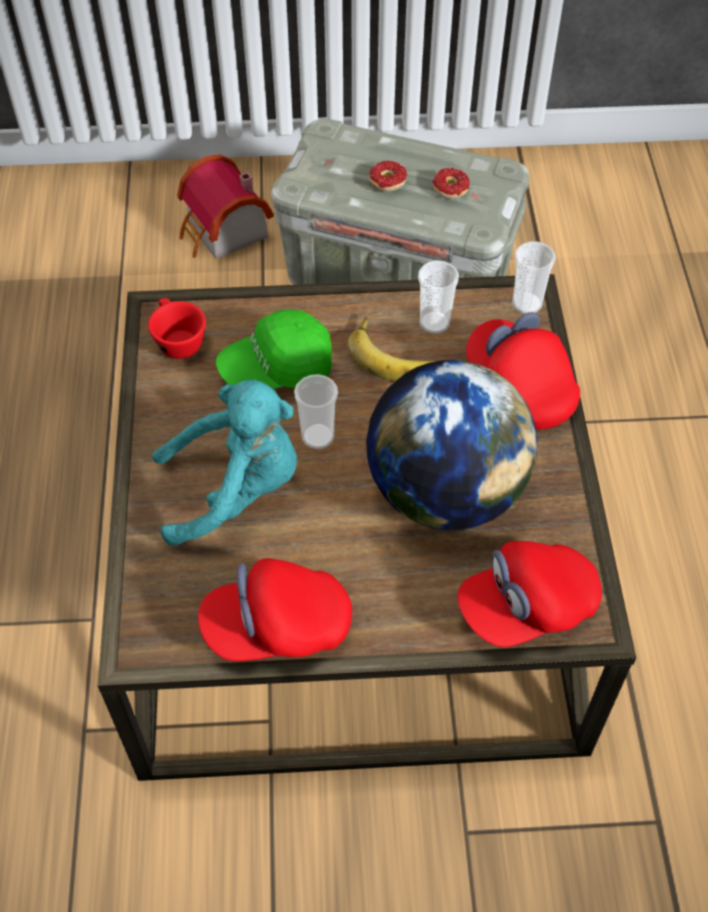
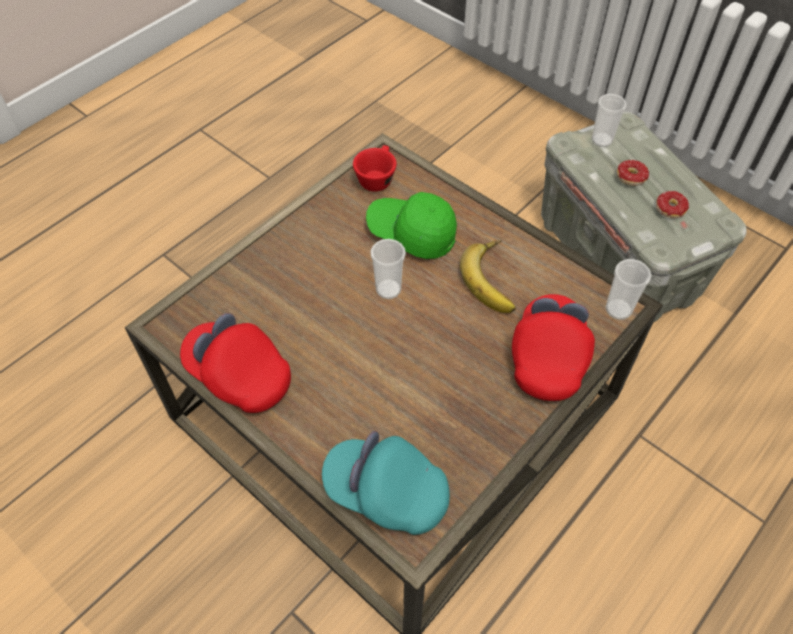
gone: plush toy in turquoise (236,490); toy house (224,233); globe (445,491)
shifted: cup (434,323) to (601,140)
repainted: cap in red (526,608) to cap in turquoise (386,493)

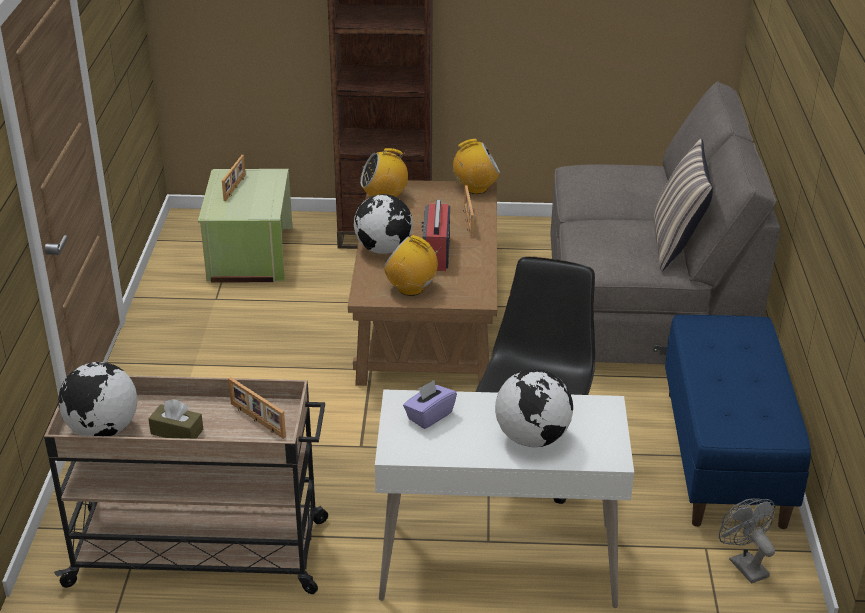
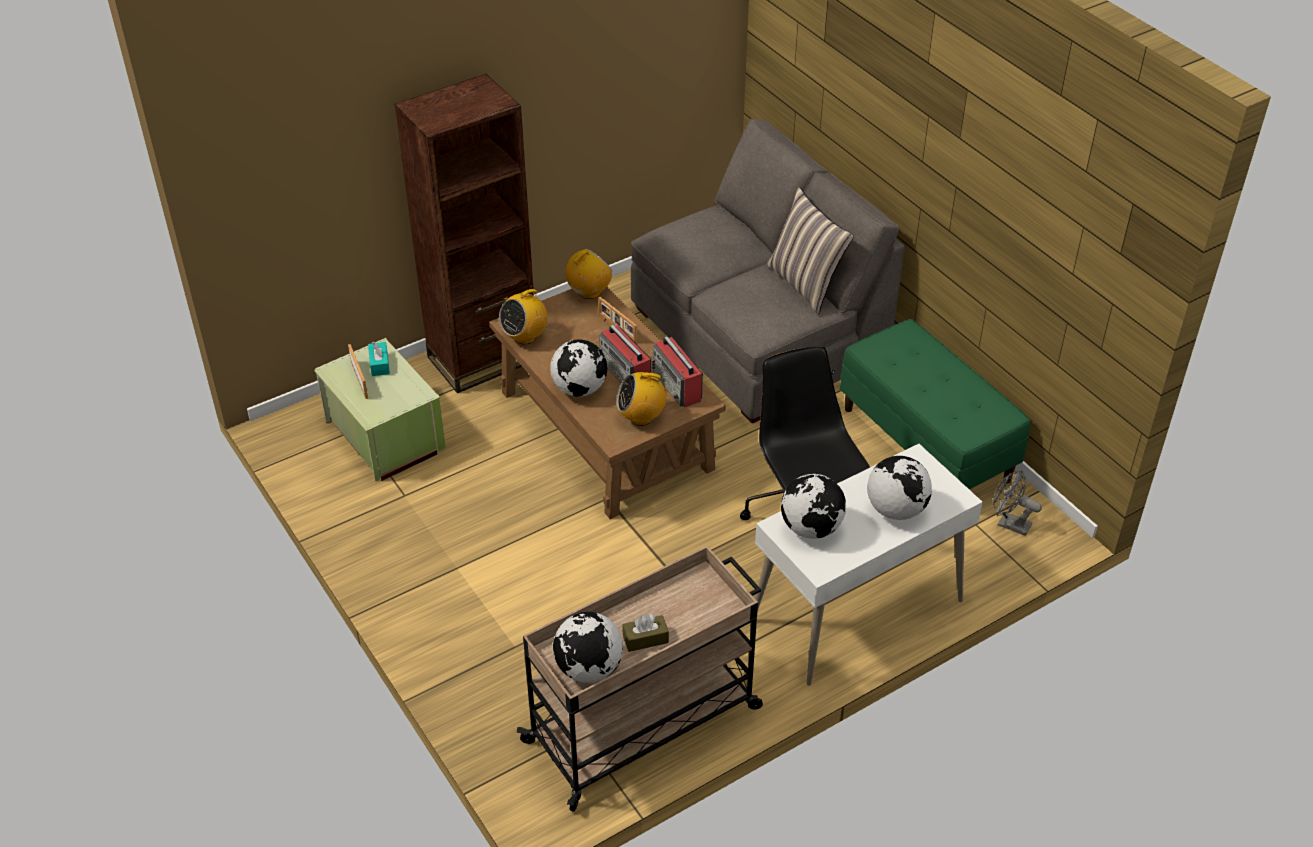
gone: picture frame (256,420)
new: tissue box in turquoise (379,364); radio (677,386)
swapped: tissue box in purple (429,416) to globe (811,528)
repainted: bench in blue (725,457) to bench in green (927,444)

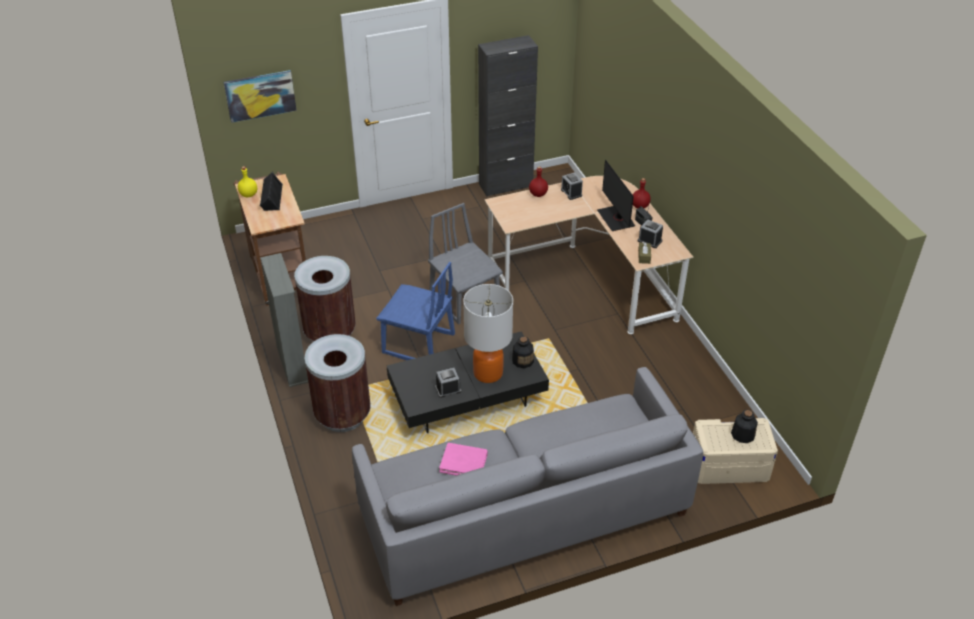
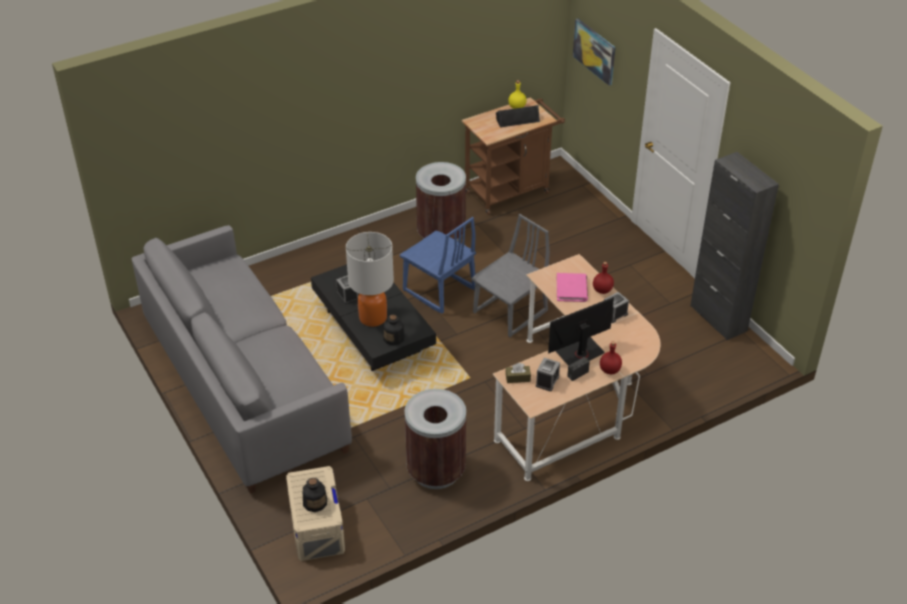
gone: bookcase in grey (292,364)
shifted: trash can in brown (343,415) to (435,471); book in pink (463,462) to (572,289)
rotated: chair in blue (418,344) = (439,290) 60 degrees counterclockwise

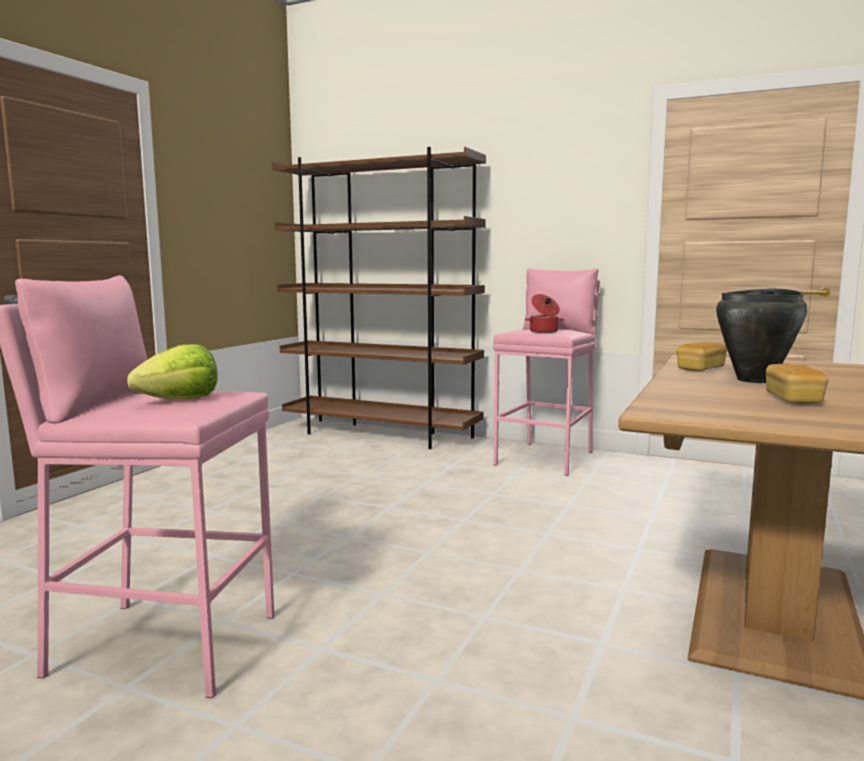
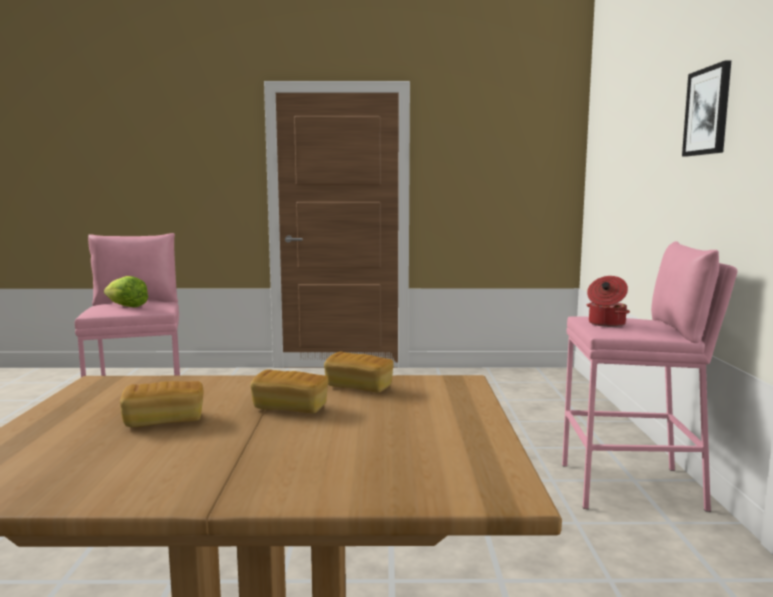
gone: bookcase in brown (381,434)
new: picture (708,111)
swapped: cooking pot in black (756,380) to bread (290,408)

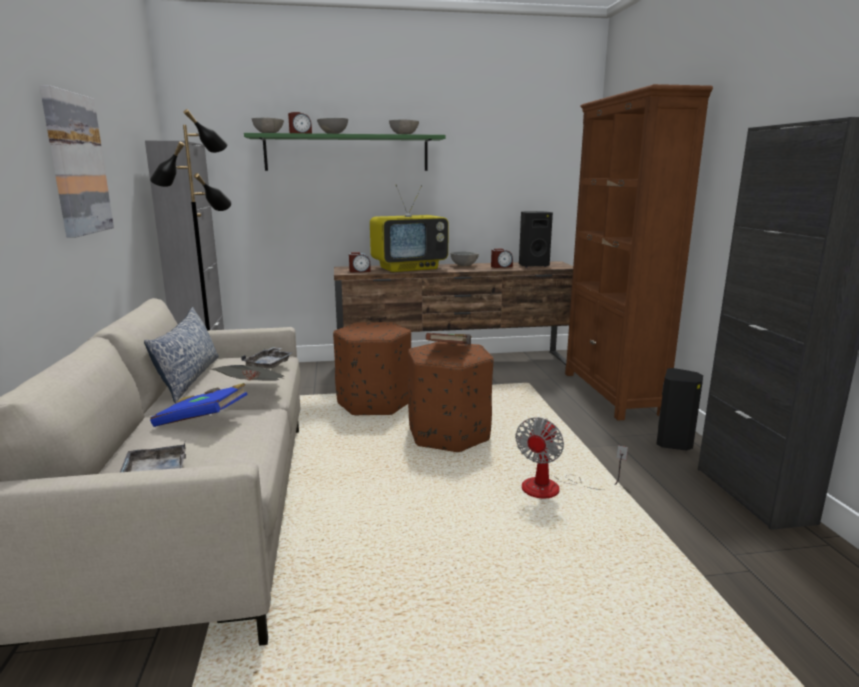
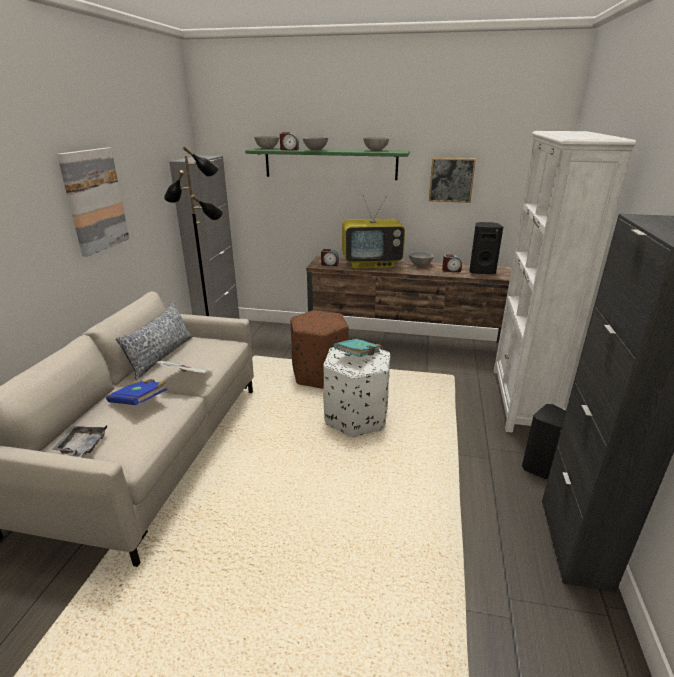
gone: tray in grey (269,364); fan (554,488)
new: picture (451,180)
repainted: ottoman in brown (449,434) to ottoman in white (356,417); book in brown (450,350) to book in turquoise (358,356); bookcase in brown (611,393) to bookcase in white (521,401)

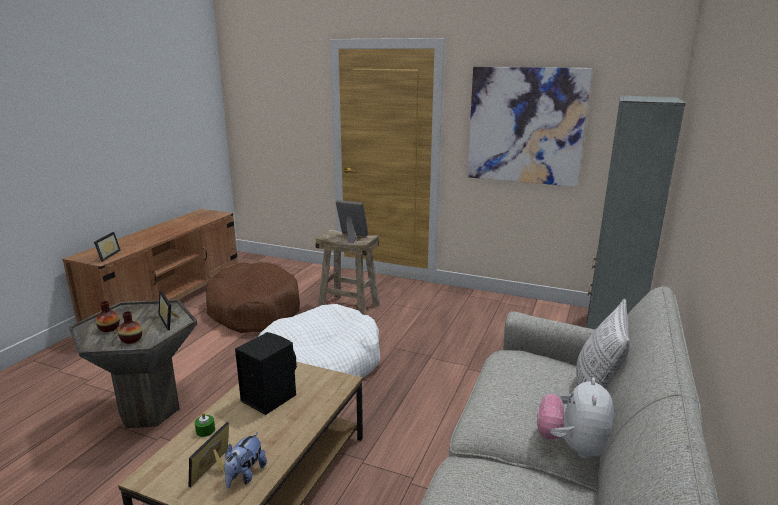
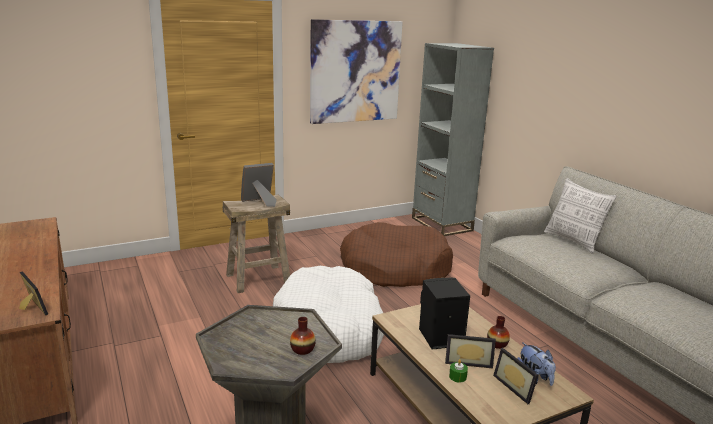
gone: plush toy (573,447)
shifted: vase (109,328) to (497,344); picture frame (171,320) to (468,361); dog bed in brown (254,310) to (394,268)

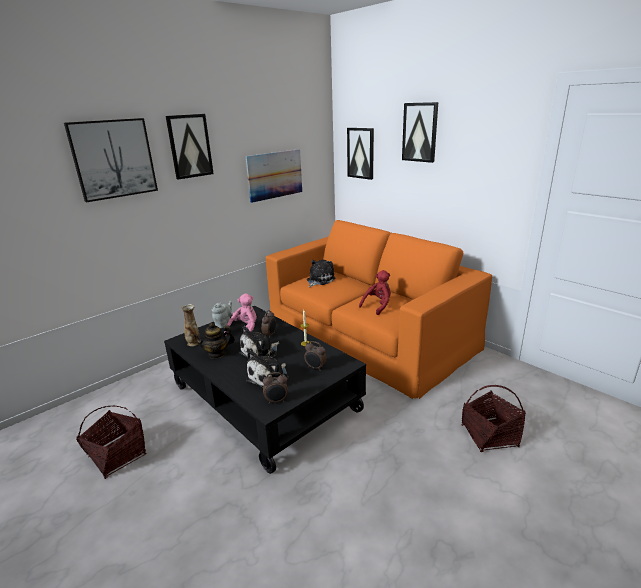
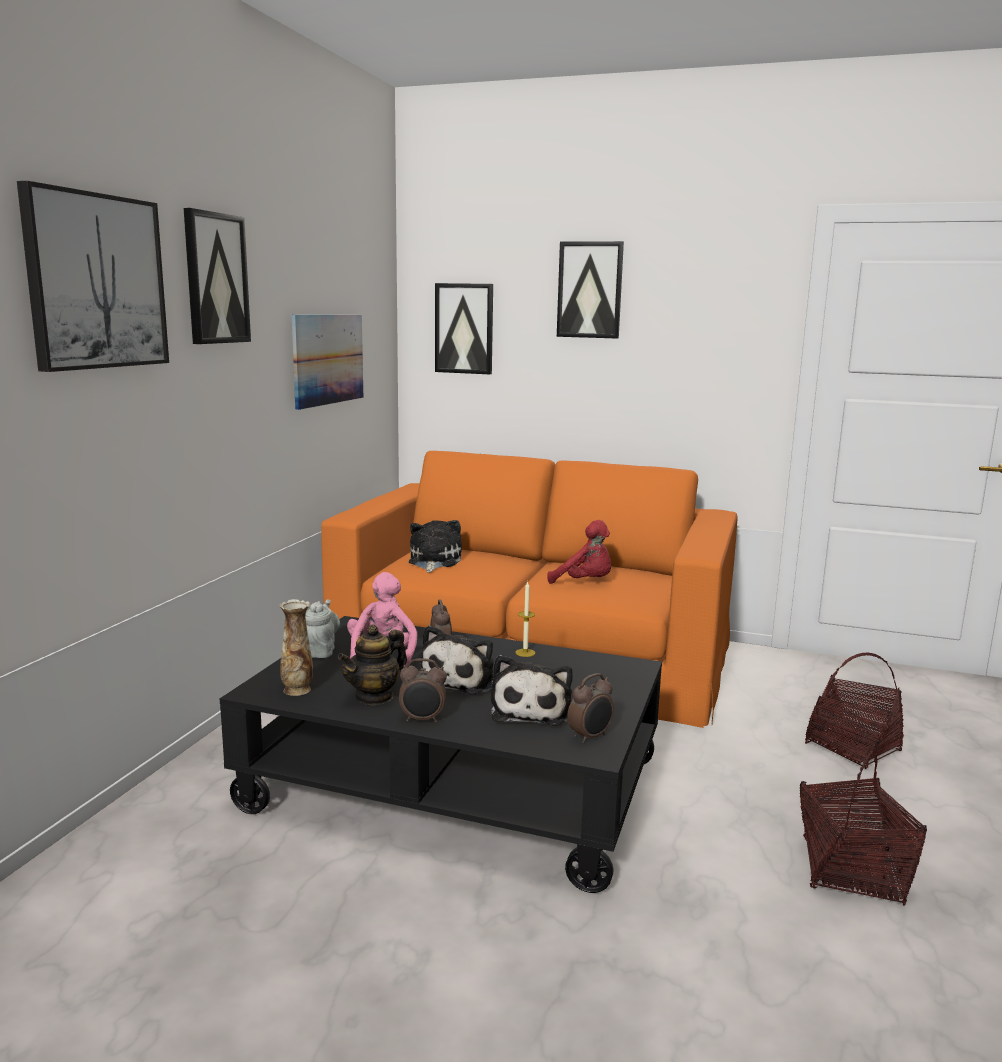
shifted: basket (117,456) to (851,871); alarm clock (315,368) to (422,719)
rotated: plush toy in red (378,306) = (585,583) 105 degrees clockwise

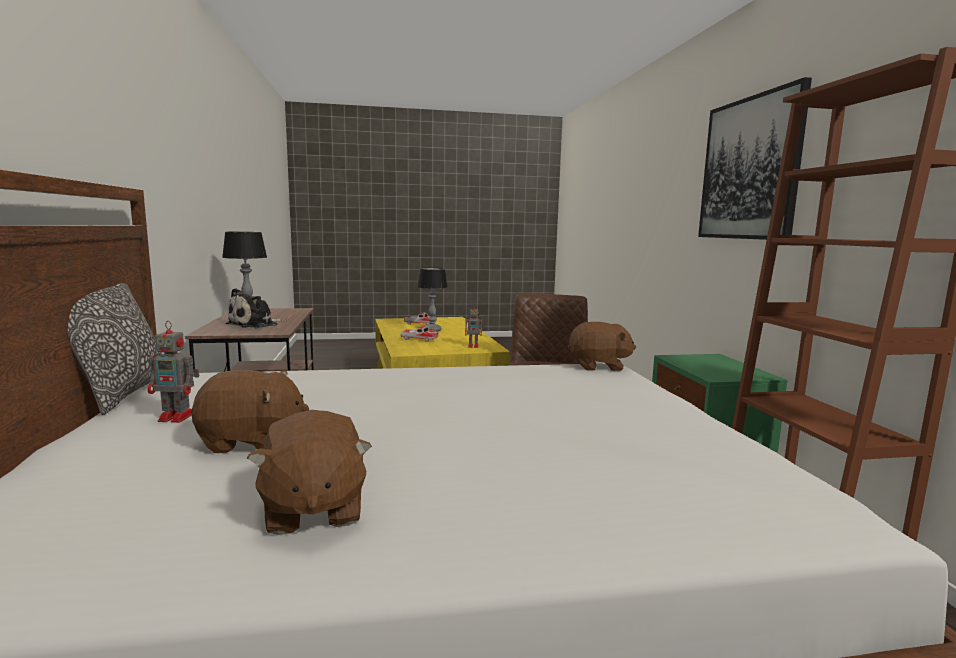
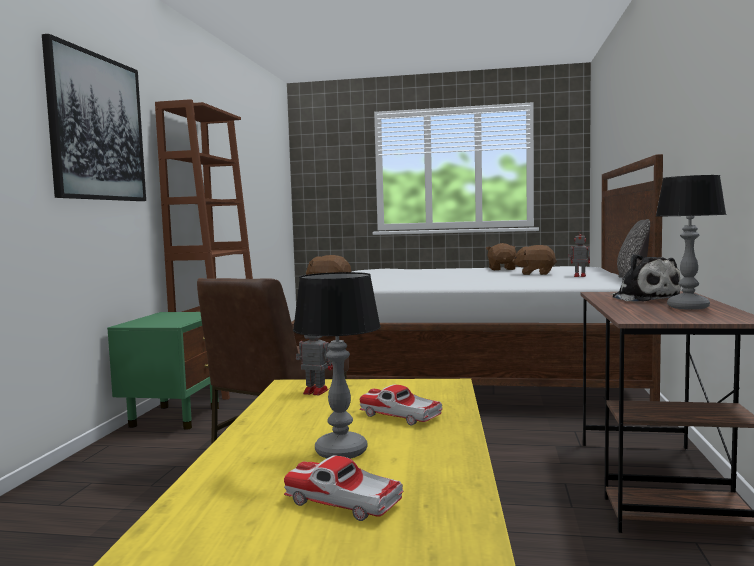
rotated: plush toy (255,325) = (644,298) 105 degrees clockwise

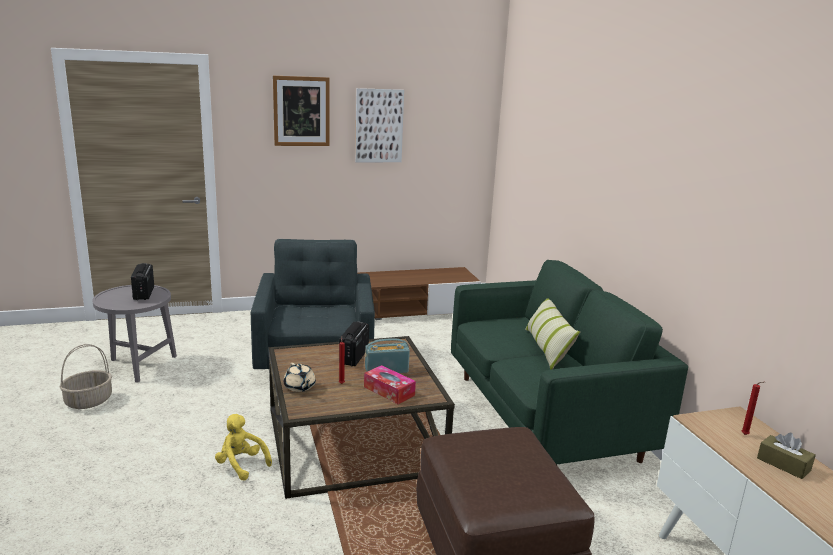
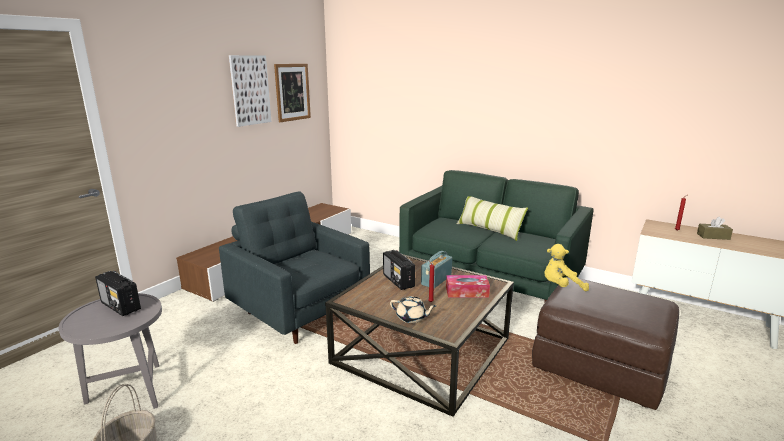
shifted: plush toy in yellow (241,465) to (561,286); picture (301,111) to (292,92)

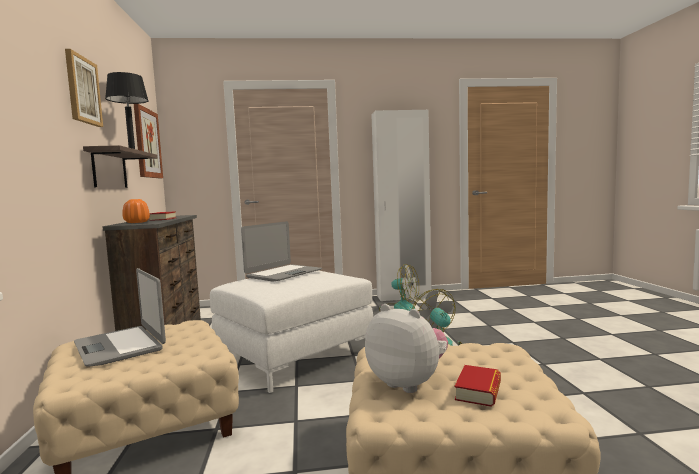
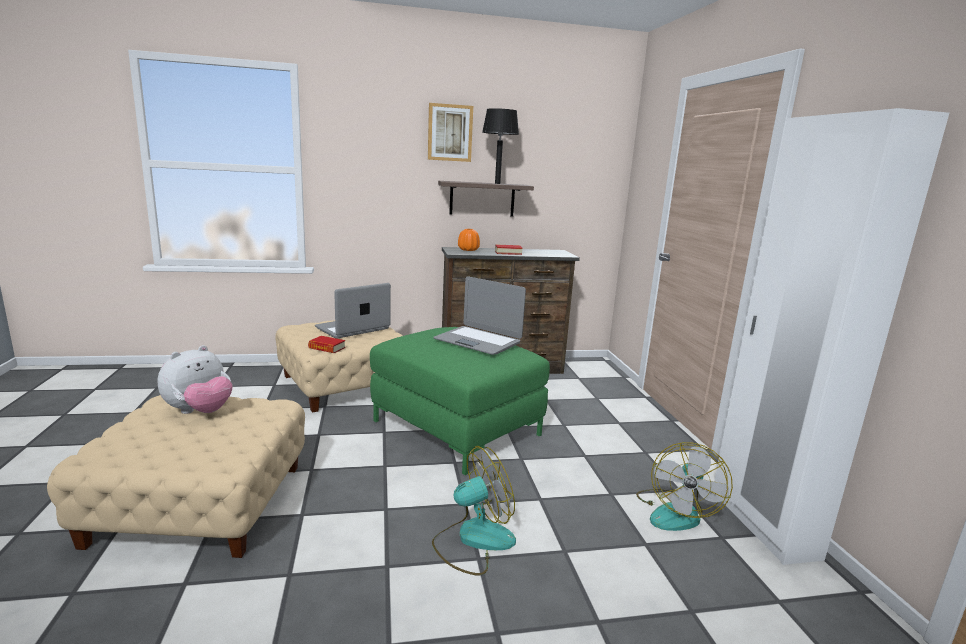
gone: picture (147,143)
shifted: book (478,391) to (327,348)
repainted: ottoman in white (295,356) to ottoman in green (457,428)

